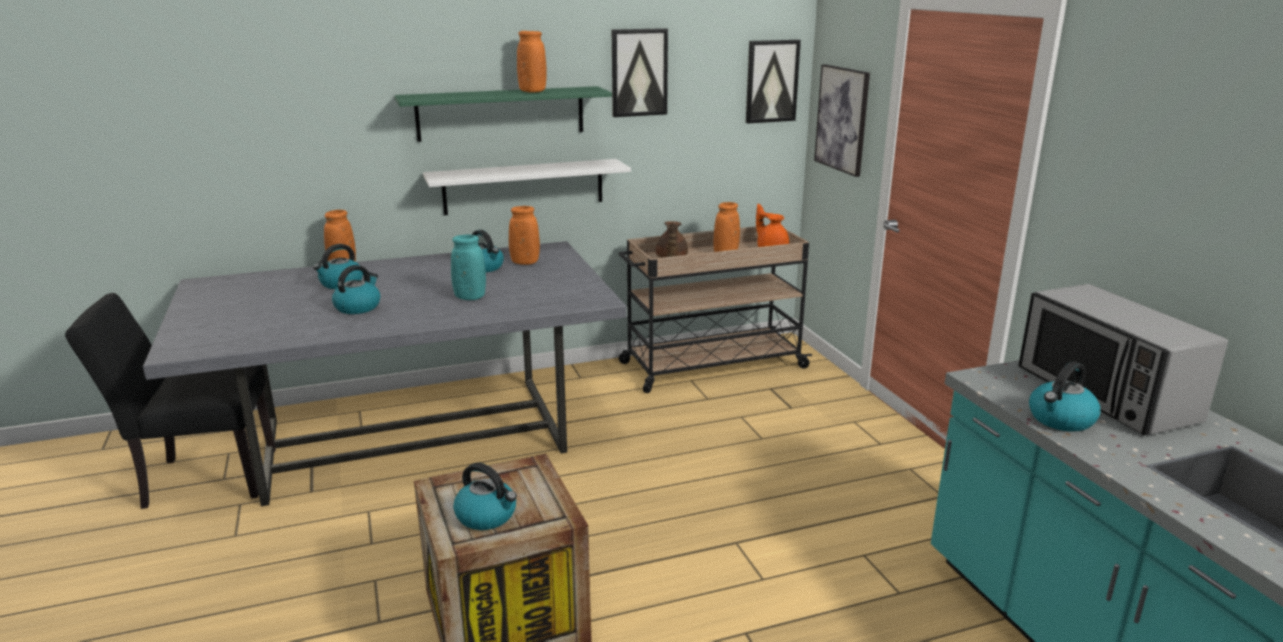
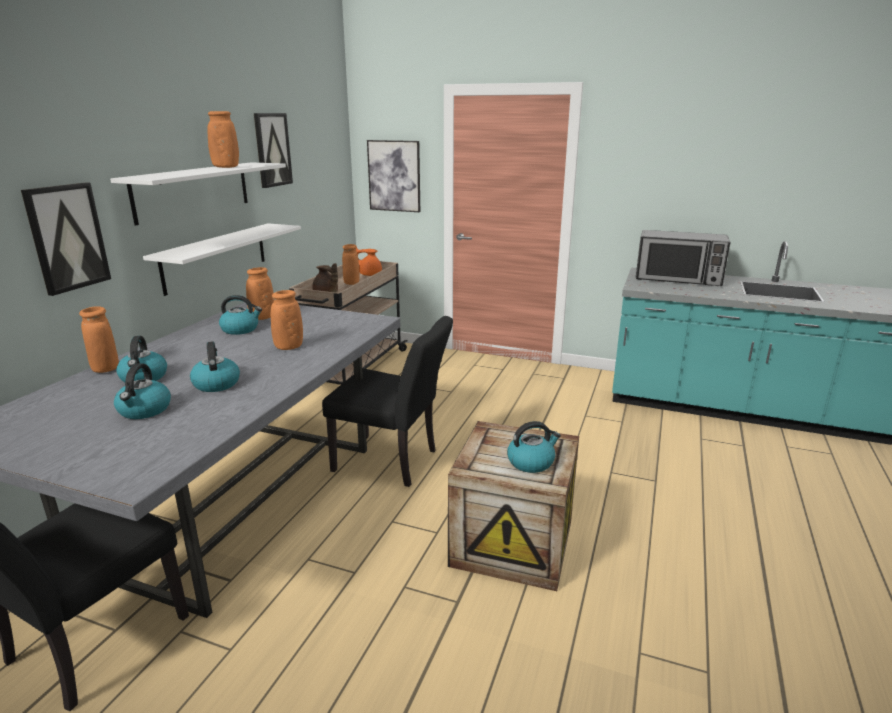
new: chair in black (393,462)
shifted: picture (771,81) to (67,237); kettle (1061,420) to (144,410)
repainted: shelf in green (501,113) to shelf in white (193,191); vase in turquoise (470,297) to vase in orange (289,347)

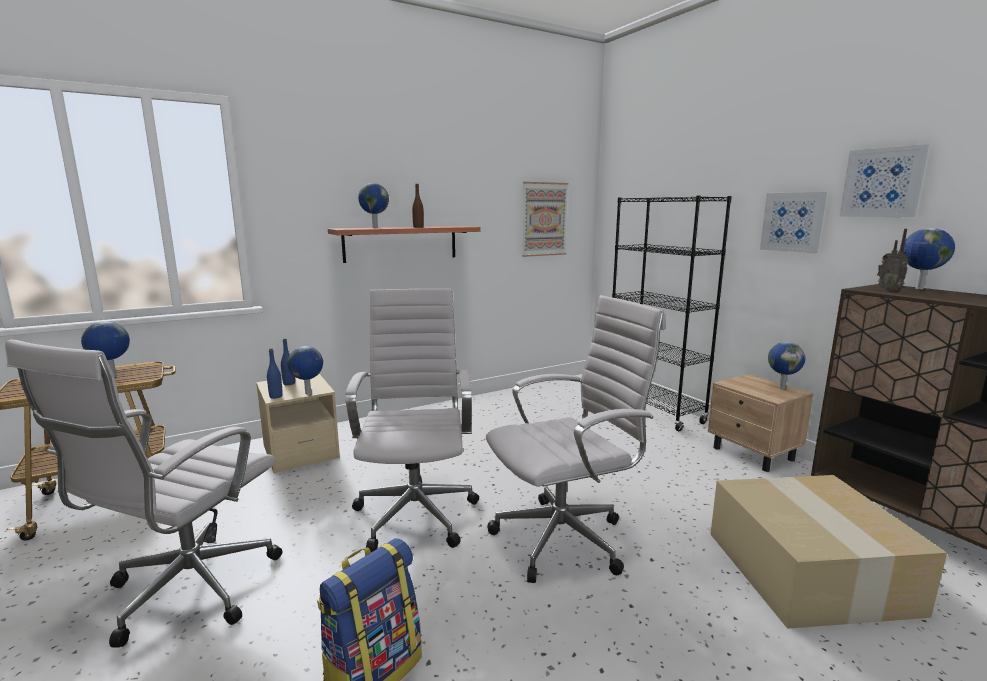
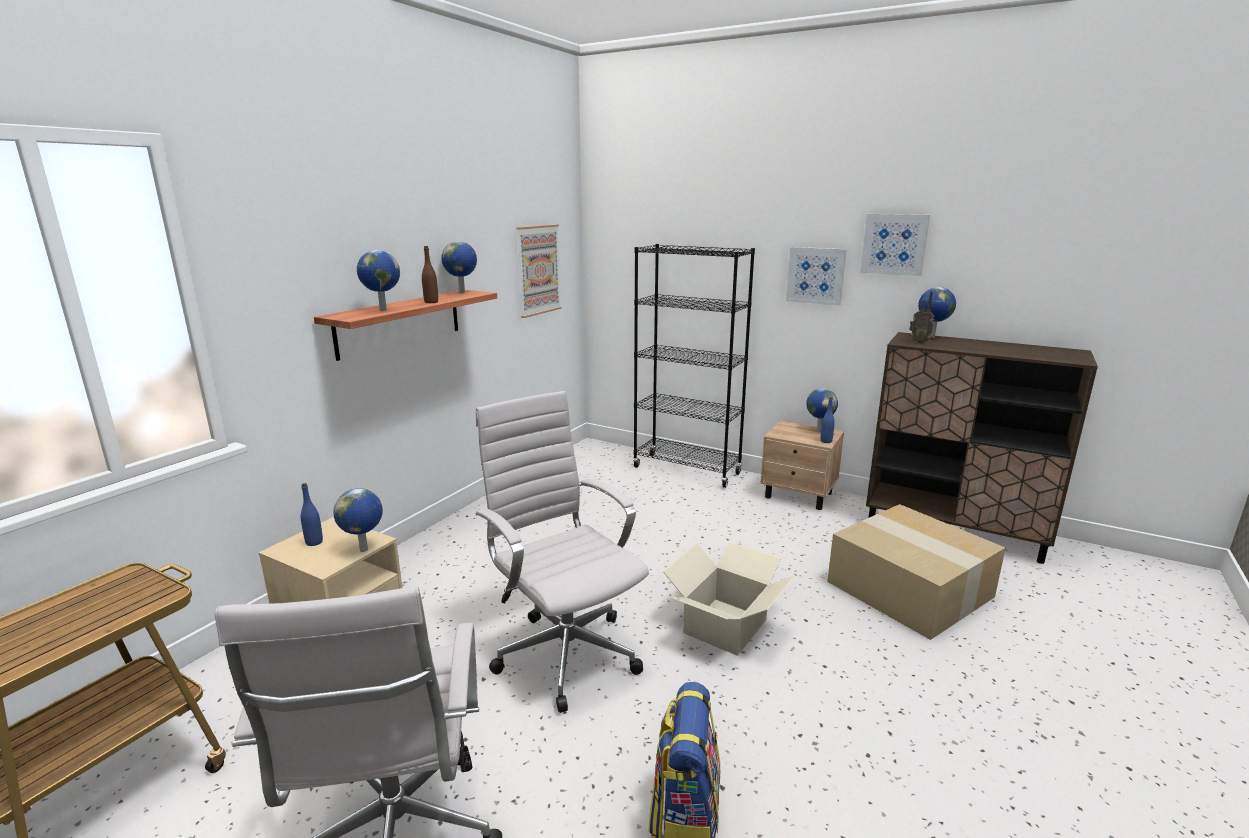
shifted: globe (112,376) to (462,292); bottle in blue (276,396) to (826,441)
swapped: office chair in white (566,538) to cardboard box (726,626)

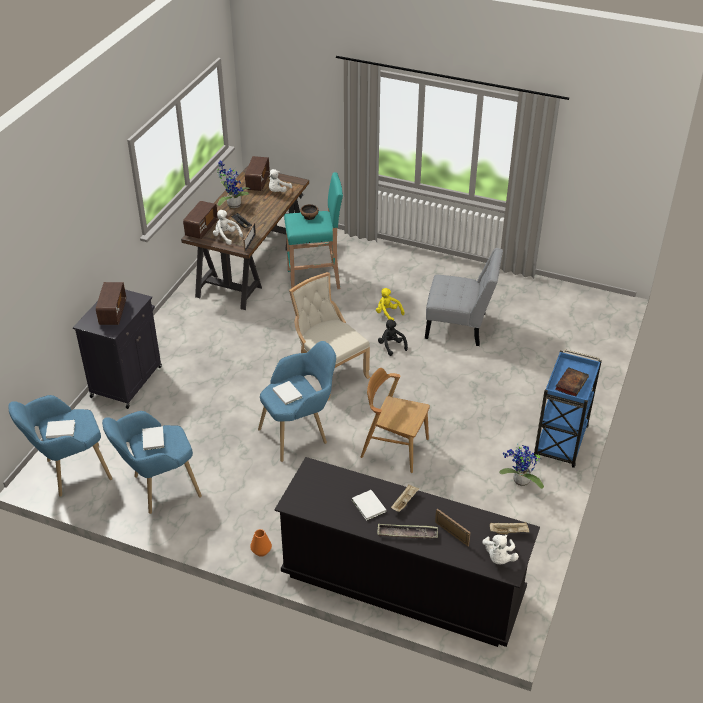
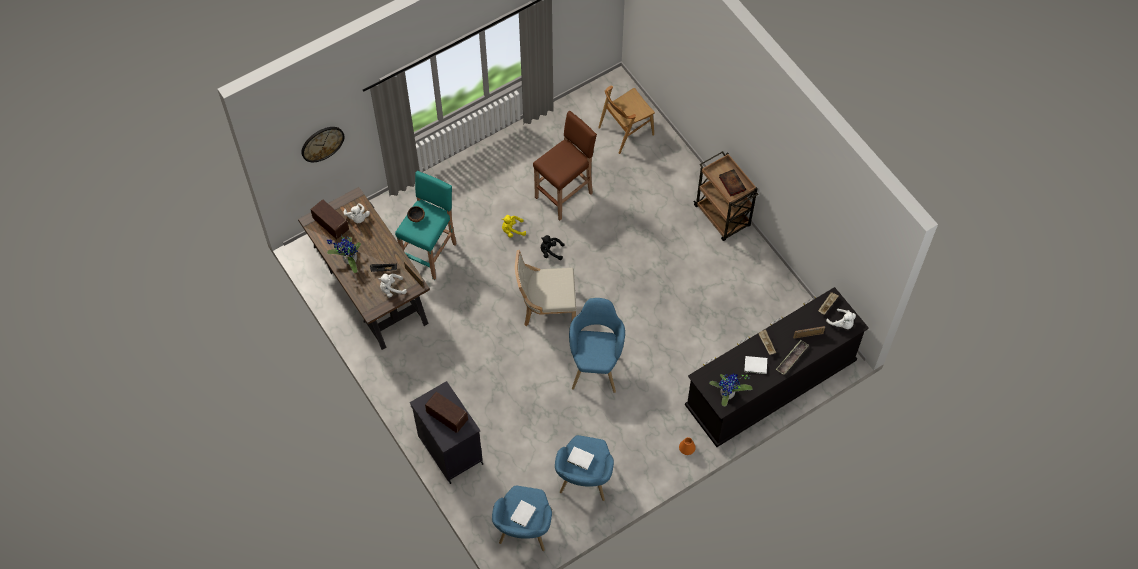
gone: radio (201,229); book in white (287,393)
new: wall clock (322,143)
shifted: chair in brown (394,448) to (625,131); potted plant (519,482) to (727,395)
swapped: chair in grey (460,327) to stool in brown (565,195)
repainted: cart in blue (560,443) to cart in brown (722,217)

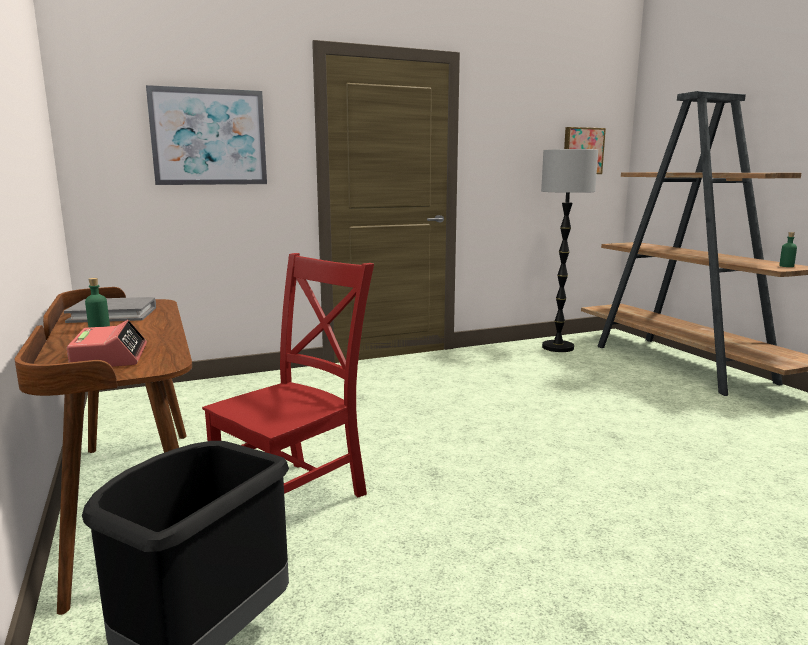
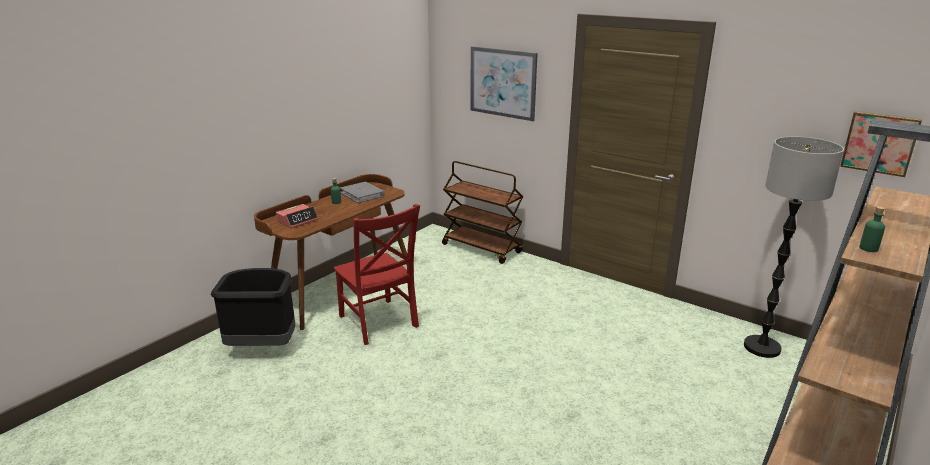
new: cart in brown (482,248)
shifted: bottle in green (786,266) to (868,248)
rotated: chair in red (296,495) = (379,323) 45 degrees clockwise

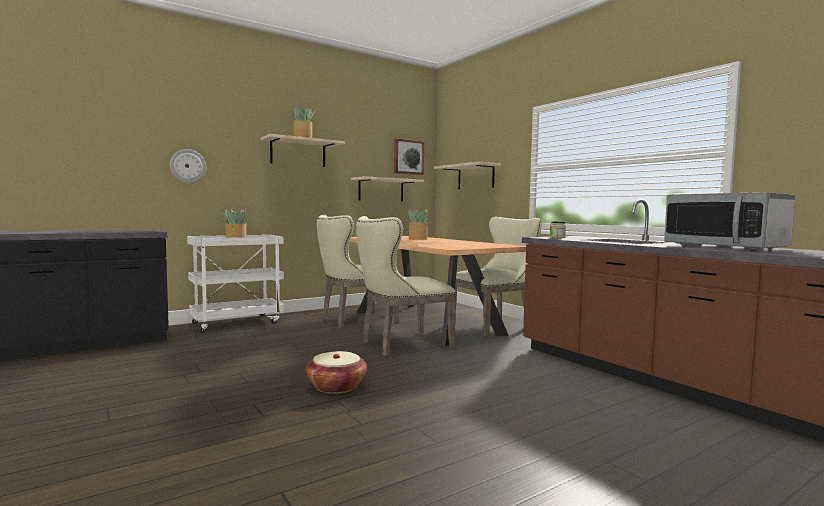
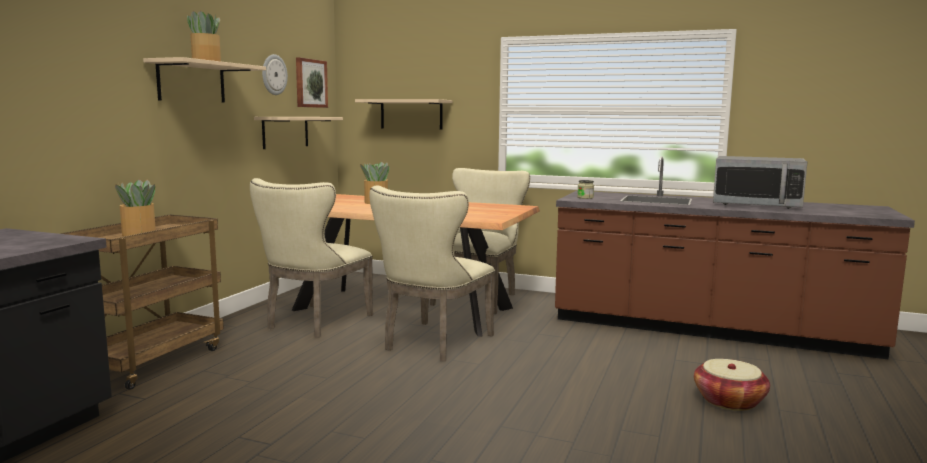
shifted: wall clock (188,166) to (273,74); basket (336,386) to (729,401)
repainted: cart in white (237,323) to cart in brown (153,361)

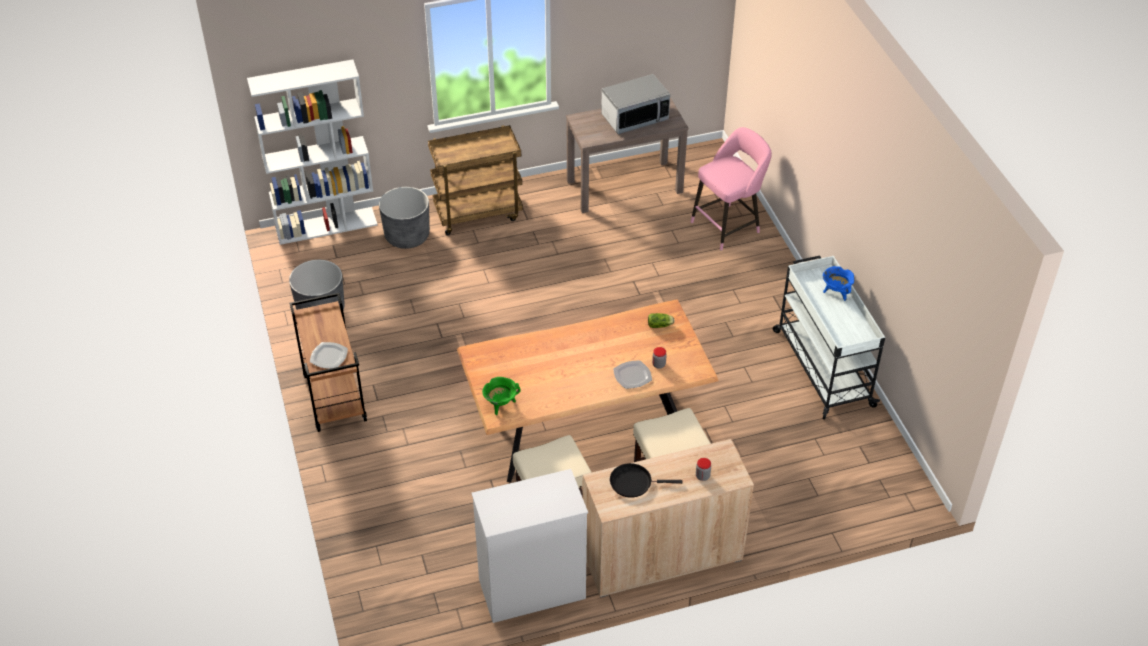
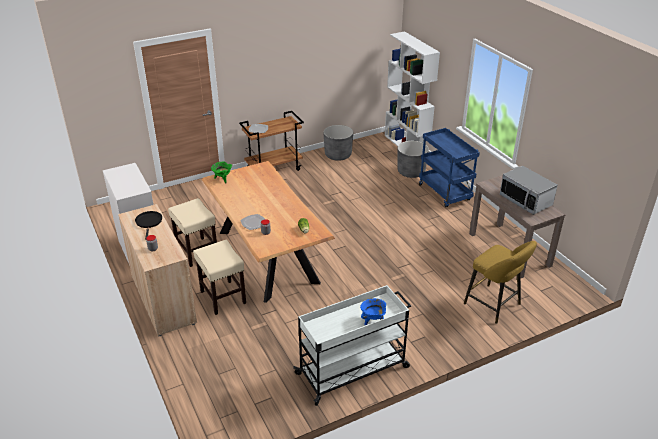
repainted: cart in brown (478,213) to cart in blue (445,193); stool in pink (728,226) to stool in yellow (494,305)

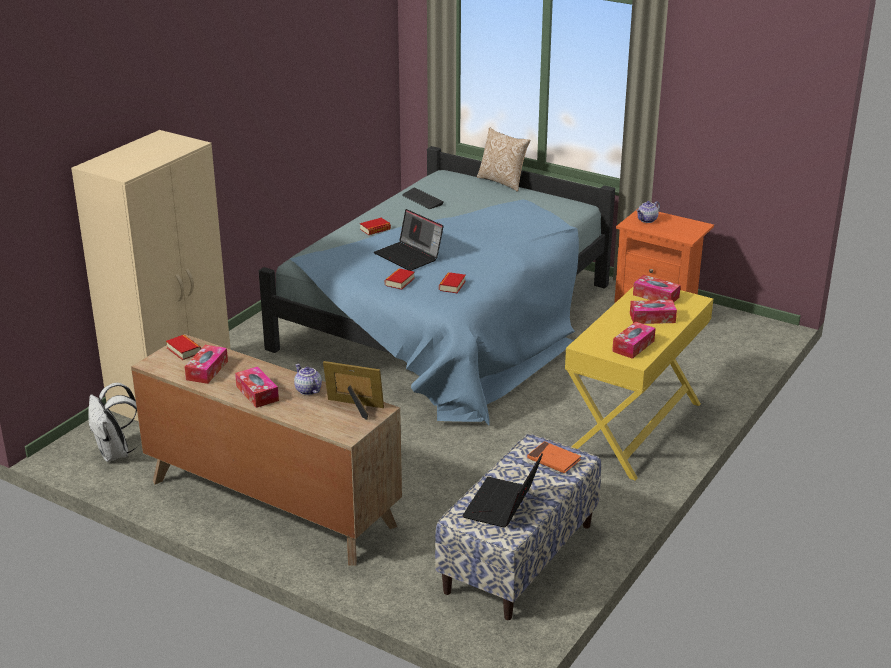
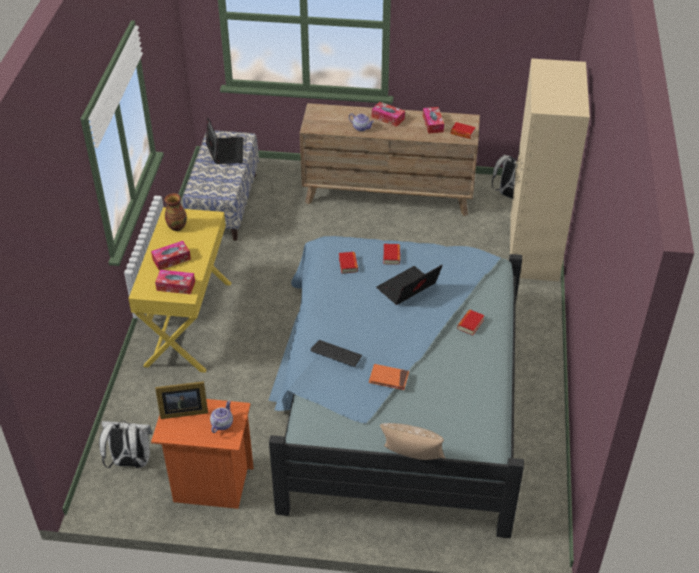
new: backpack in white (130,462)
shifted: picture frame (355,407) to (182,411); keyboard (422,199) to (336,354); book in orange (554,460) to (388,378)
swapped: tissue box (633,346) to vase (177,226)
rotated: laptop (409,256) = (408,289) 60 degrees counterclockwise

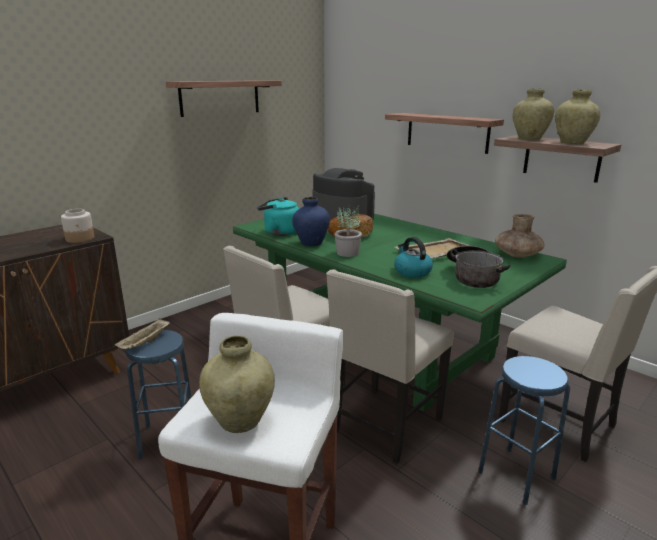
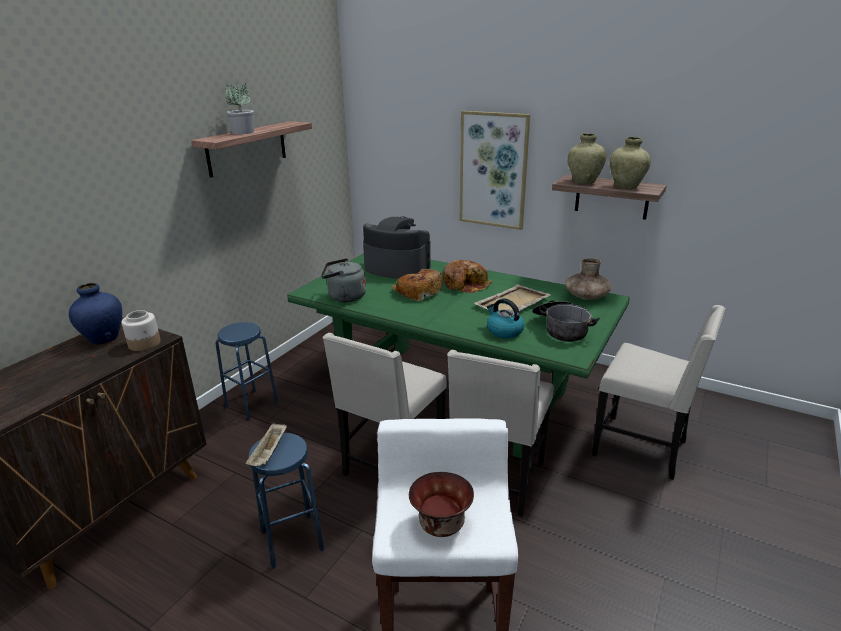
new: bread (466,284)
shifted: vase in blue (311,243) to (104,338); potted plant (348,253) to (243,132); stool in blue (516,475) to (252,404)
swapped: vase in beige (240,421) to bowl (441,525); shelf (447,132) to picture (493,170)
repainted: kettle in turquoise (279,232) to kettle in grey (344,297)

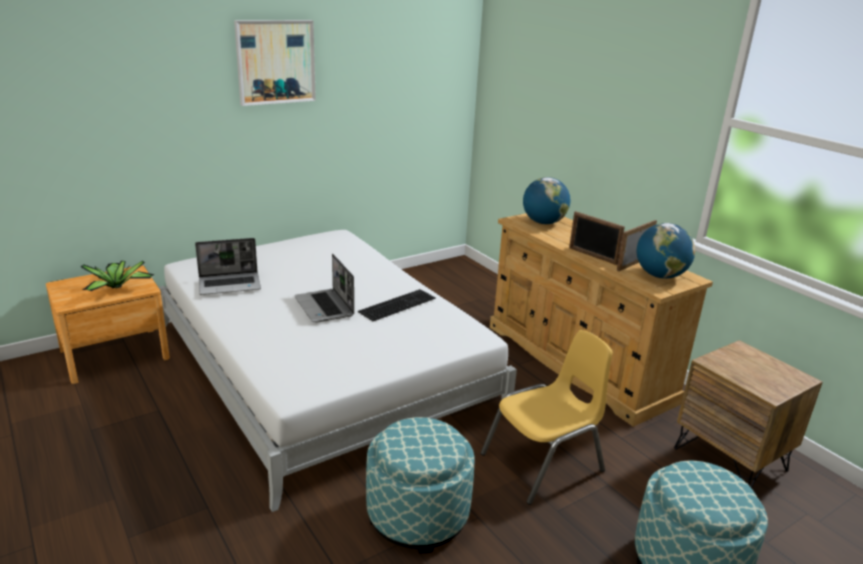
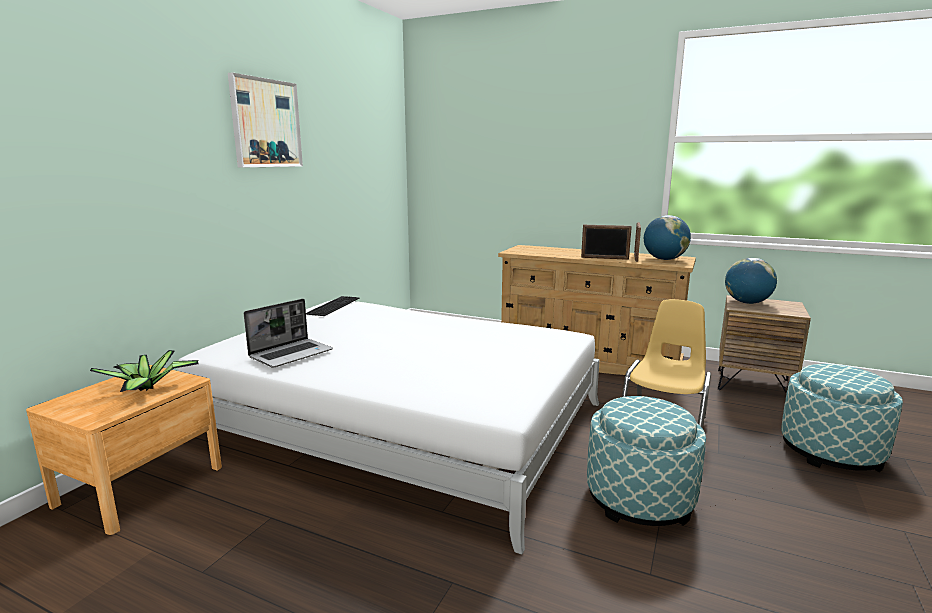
gone: laptop (325,307)
shifted: keyboard (397,304) to (332,305); globe (543,223) to (747,303)

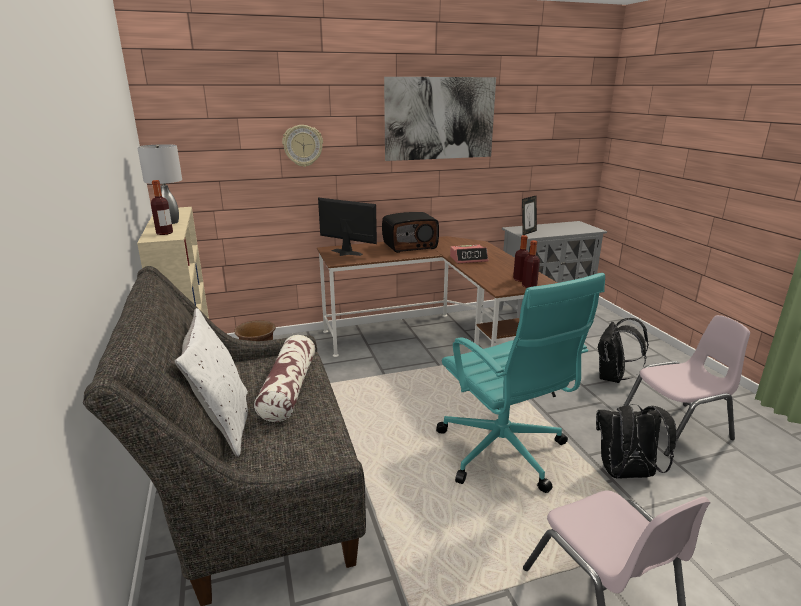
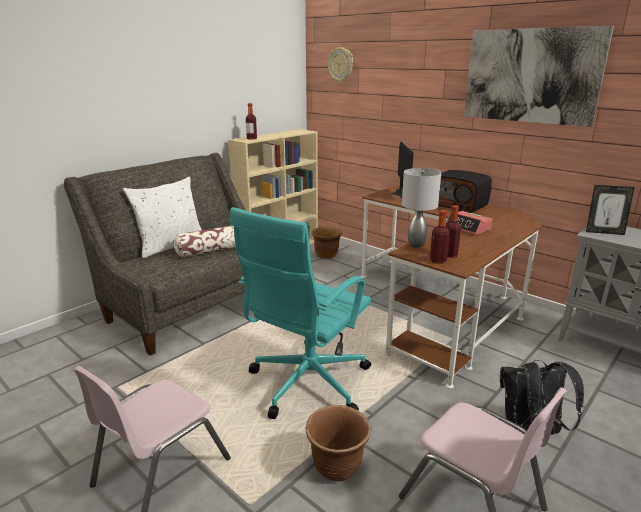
shifted: table lamp in grey (170,222) to (416,245); wall clock (302,145) to (340,65)
swapped: backpack in black (625,474) to planter in brown (337,467)

